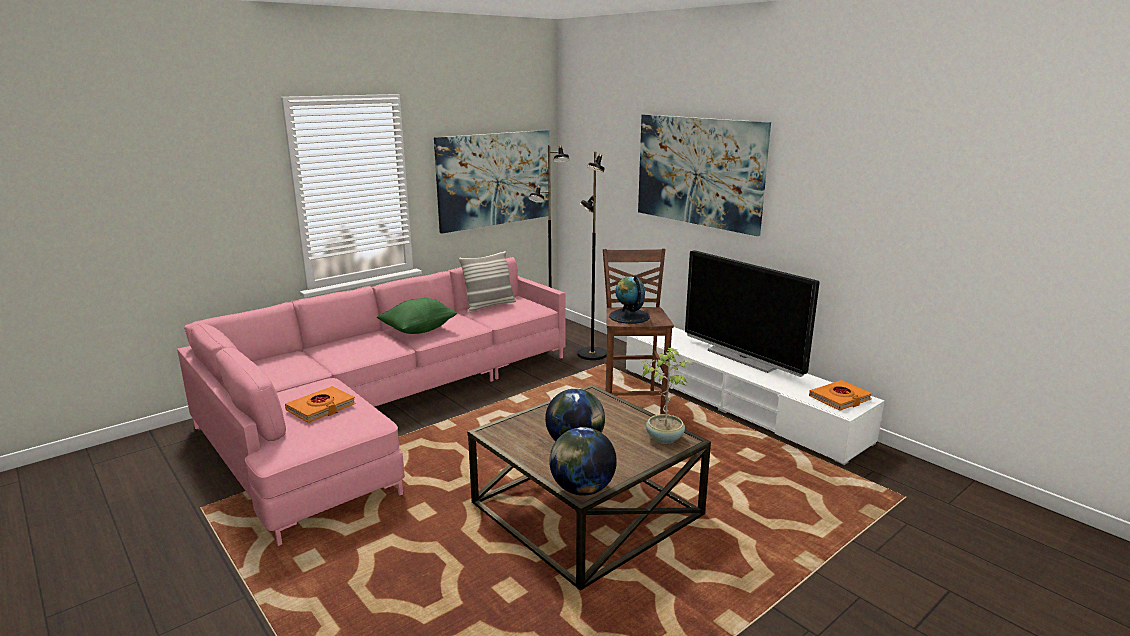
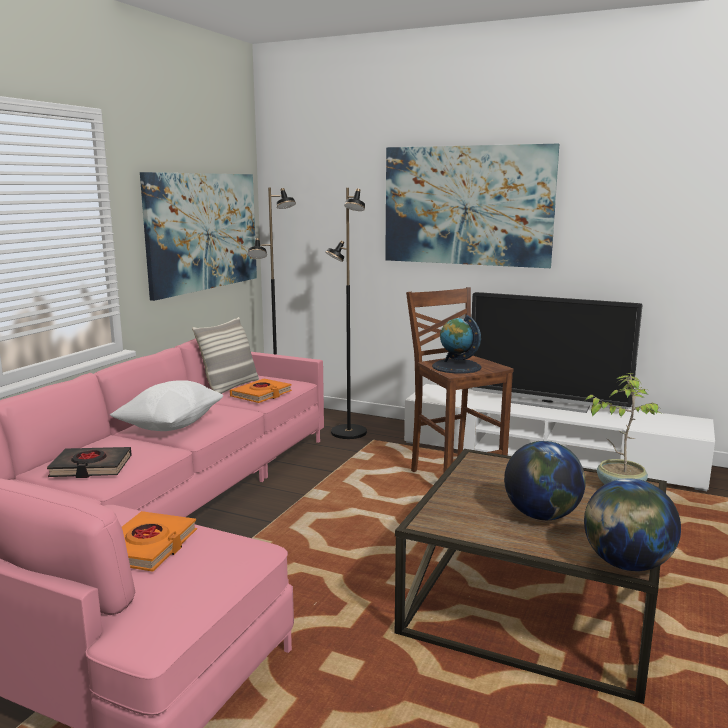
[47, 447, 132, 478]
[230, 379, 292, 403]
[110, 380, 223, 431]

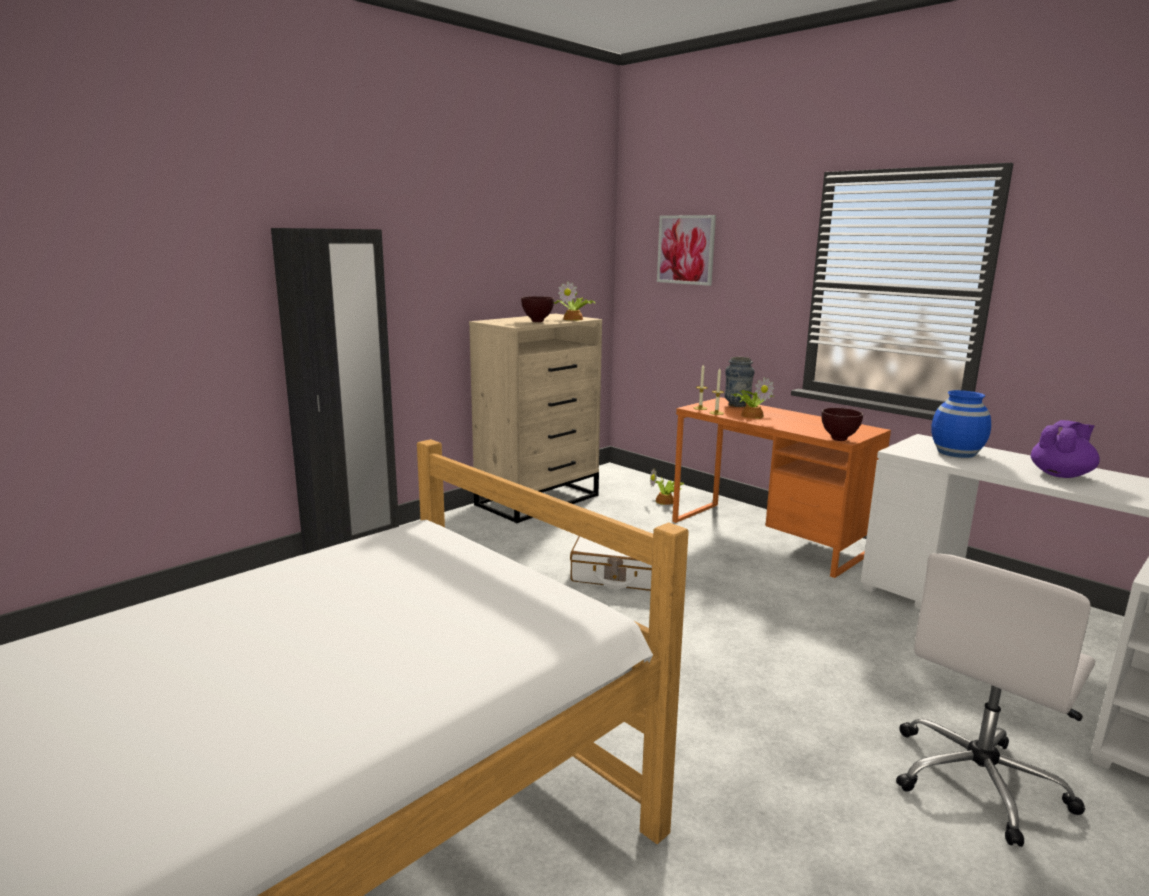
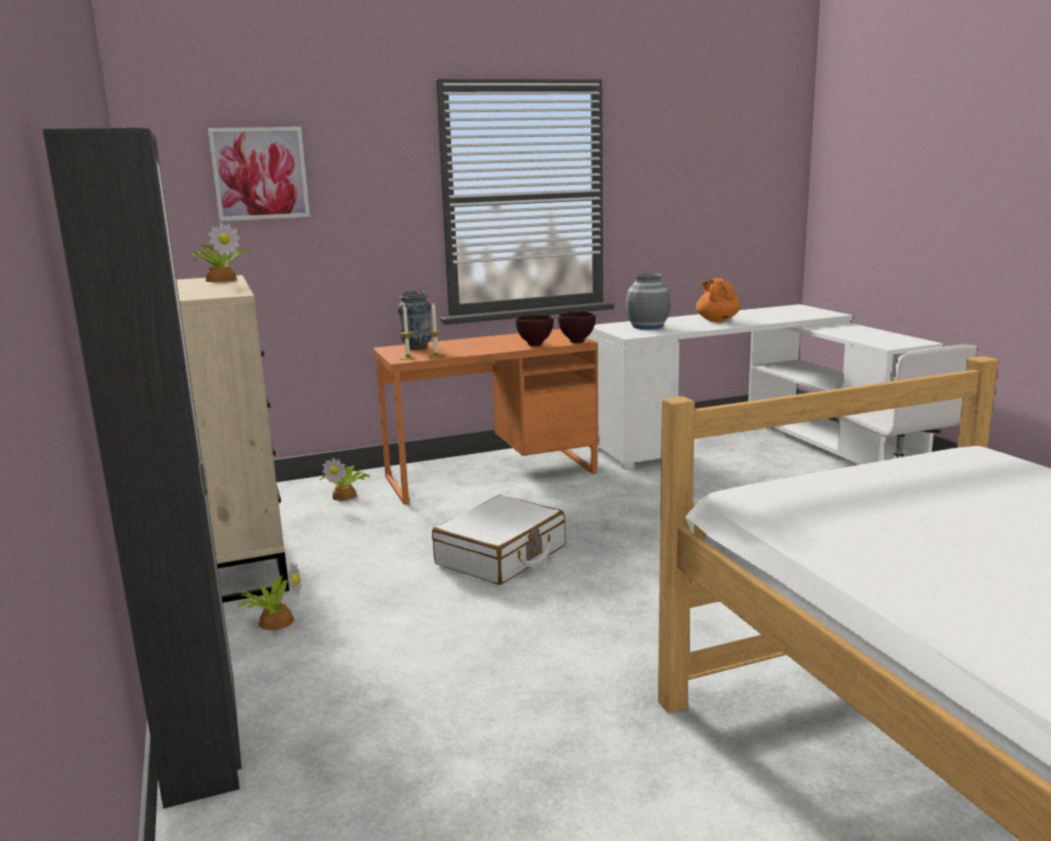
[515, 314, 554, 346]
[239, 563, 301, 630]
[625, 273, 671, 330]
[696, 278, 741, 322]

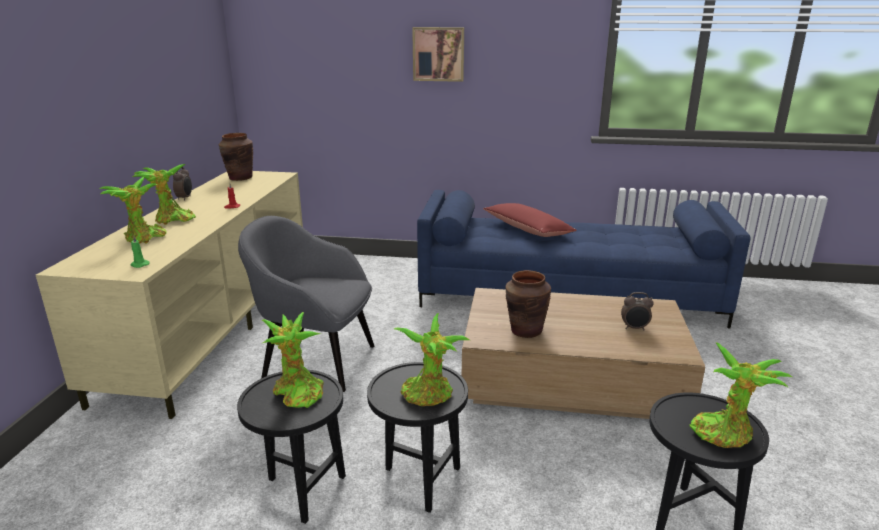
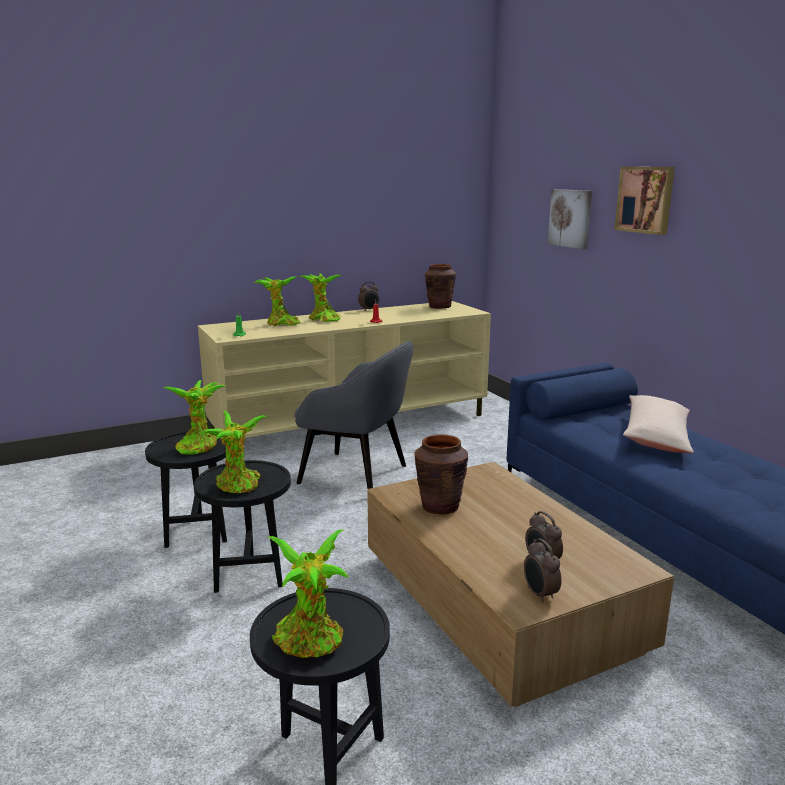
[524, 538, 561, 603]
[548, 189, 592, 249]
[623, 395, 694, 453]
[294, 341, 413, 489]

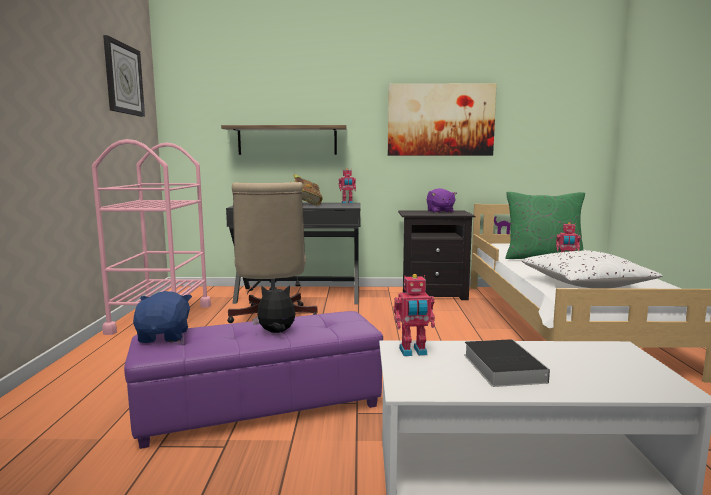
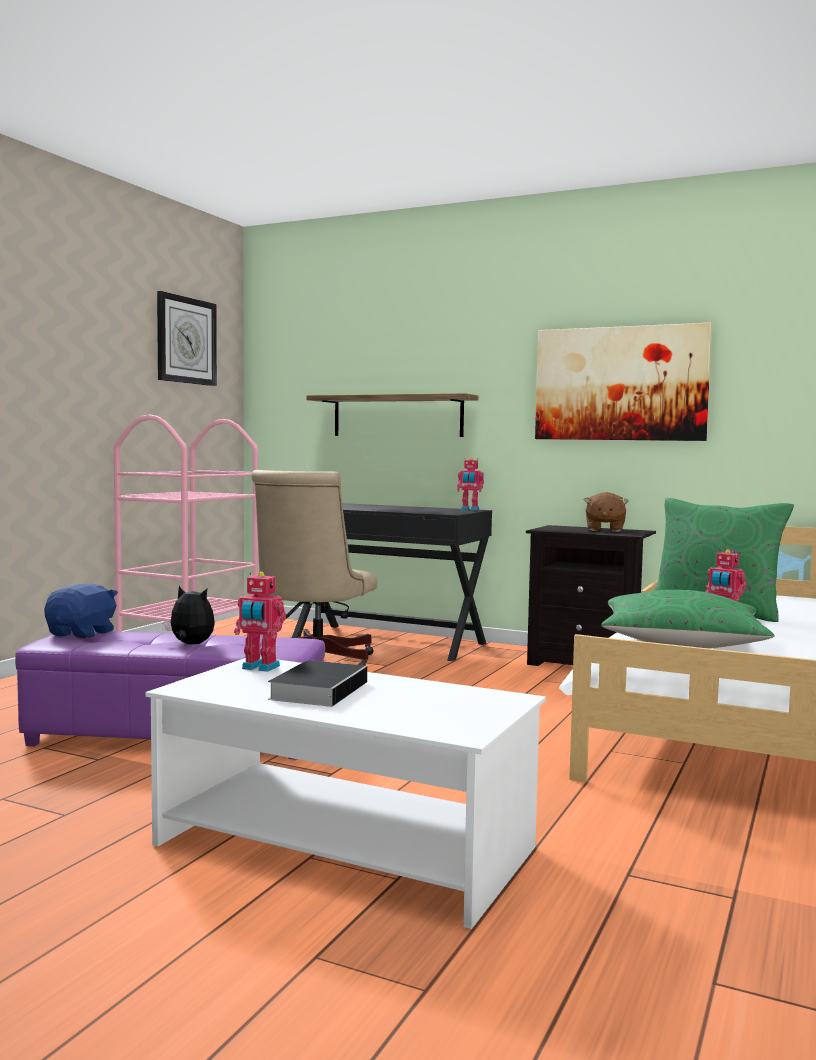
[294, 174, 322, 205] (first image)
[584, 492, 628, 532]
[601, 590, 775, 648]

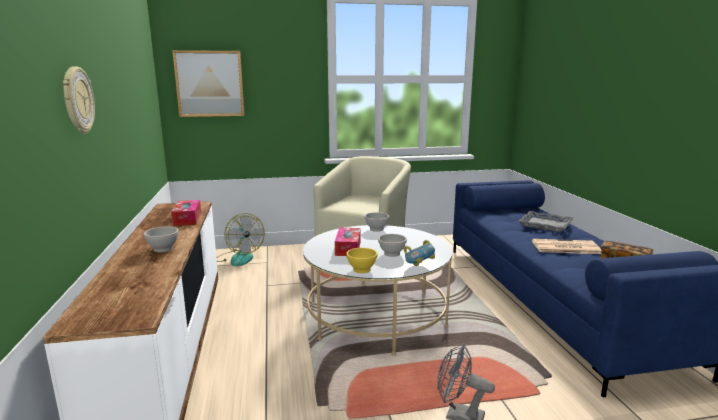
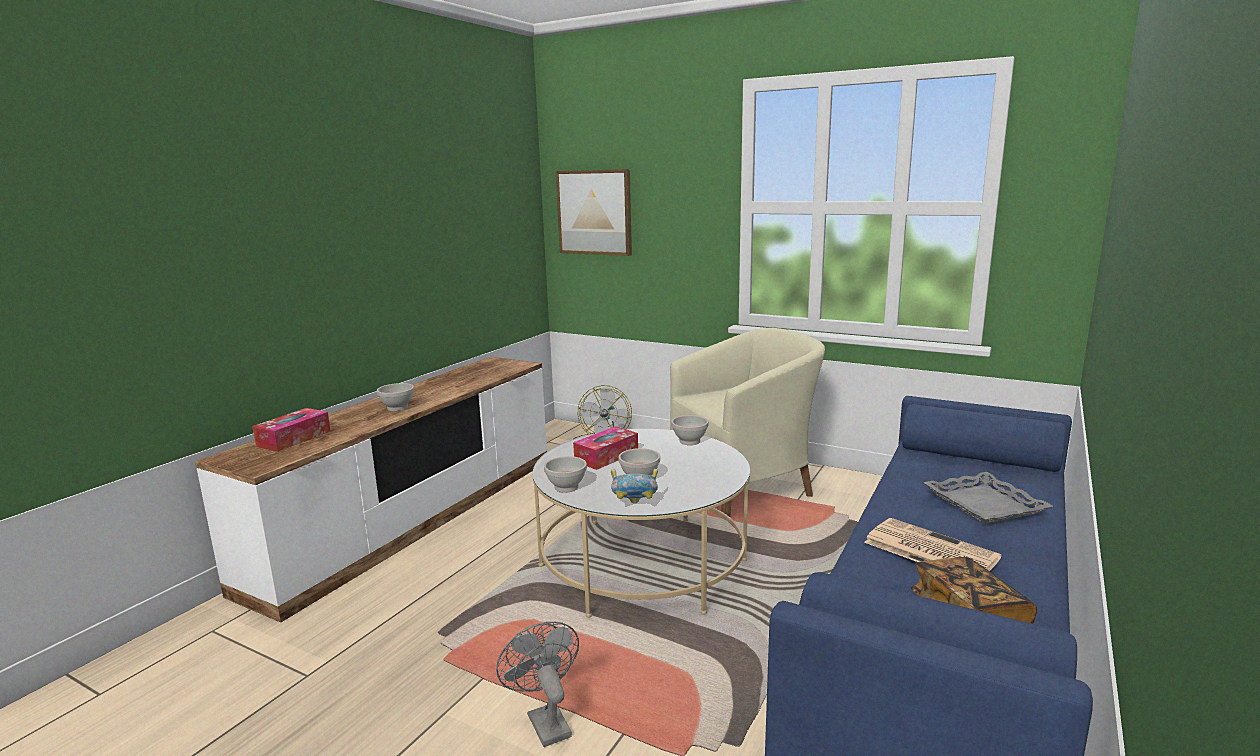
[63, 66, 95, 134] (first image)
[252, 408, 331, 452]
[544, 456, 587, 493]

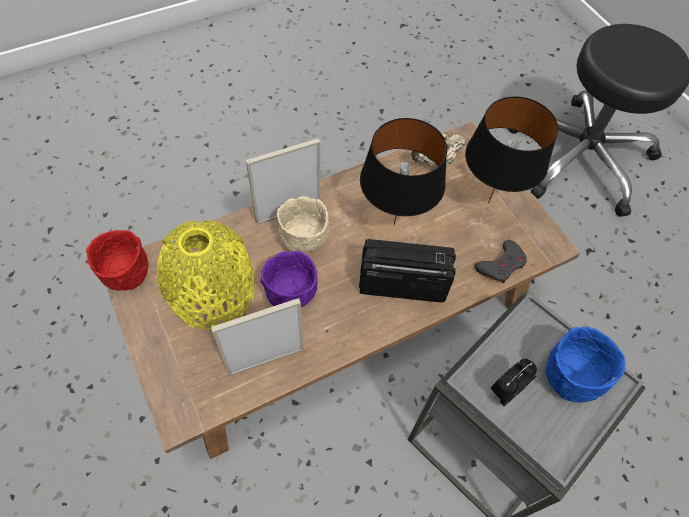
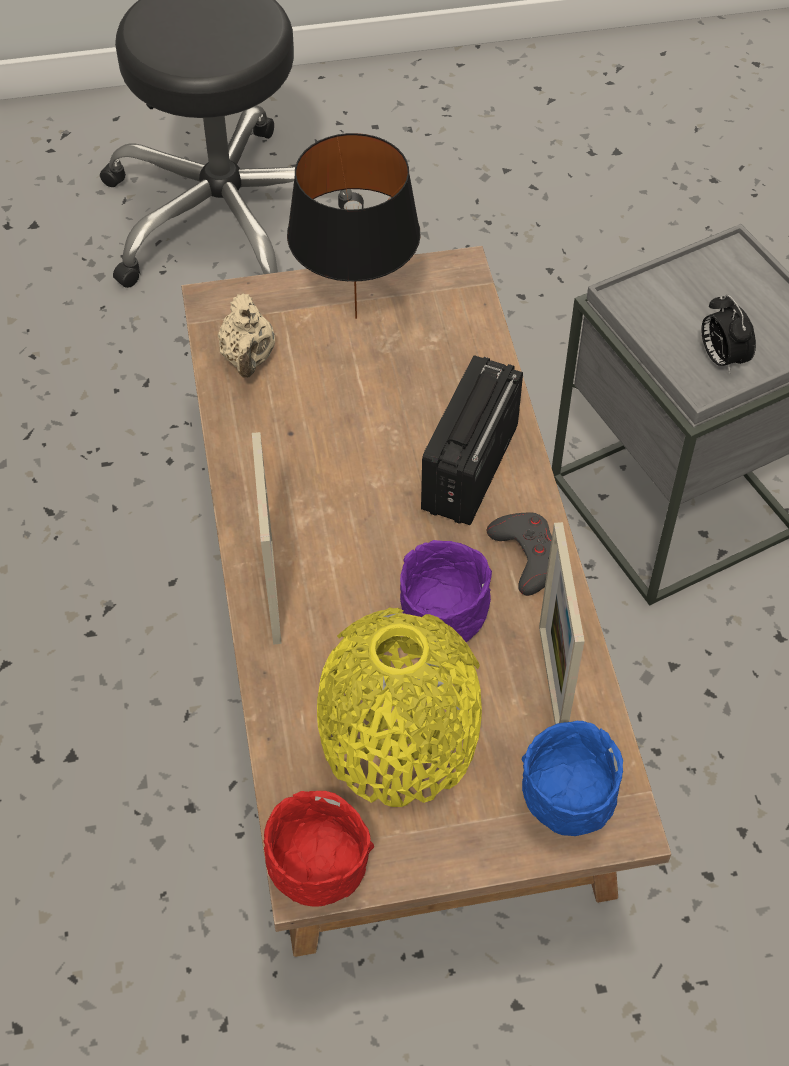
[276, 196, 329, 253] (first image)
[360, 118, 447, 225] (first image)
[487, 512, 552, 596]
[521, 721, 623, 836]

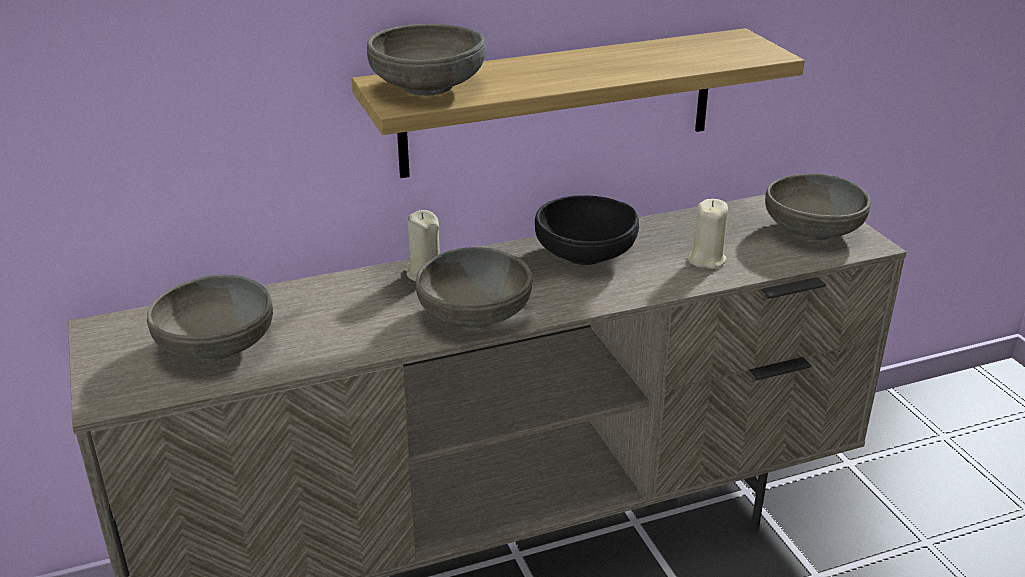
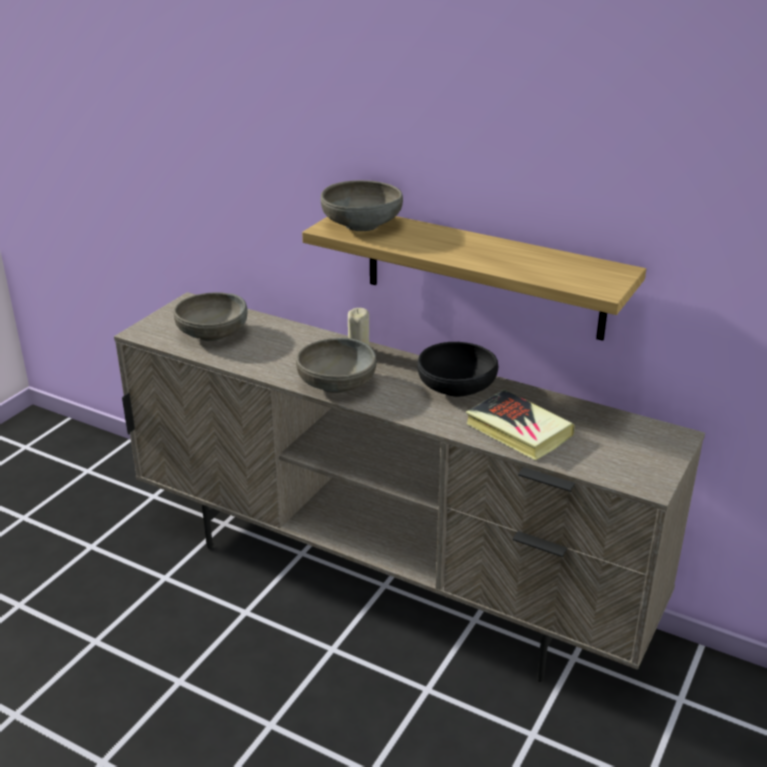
[765, 173, 871, 240] (first image)
[466, 389, 574, 461]

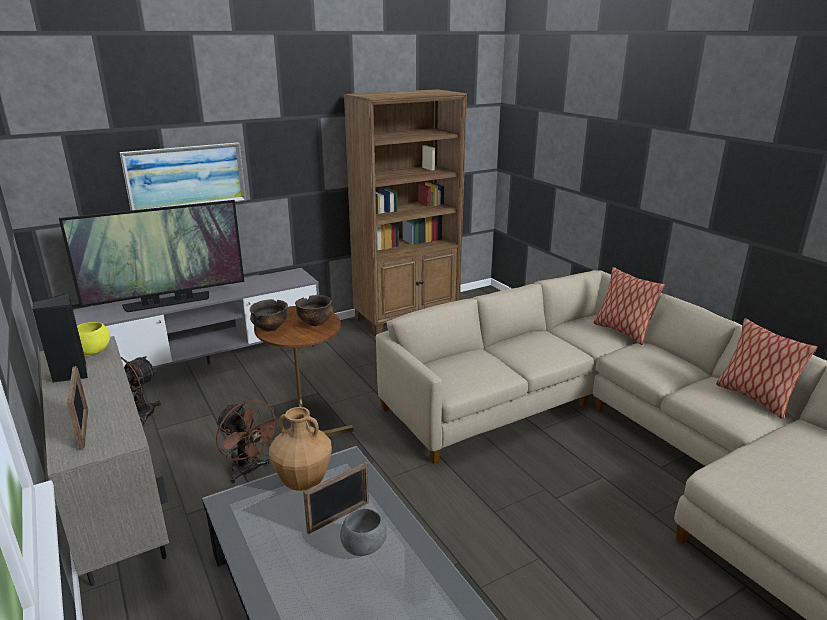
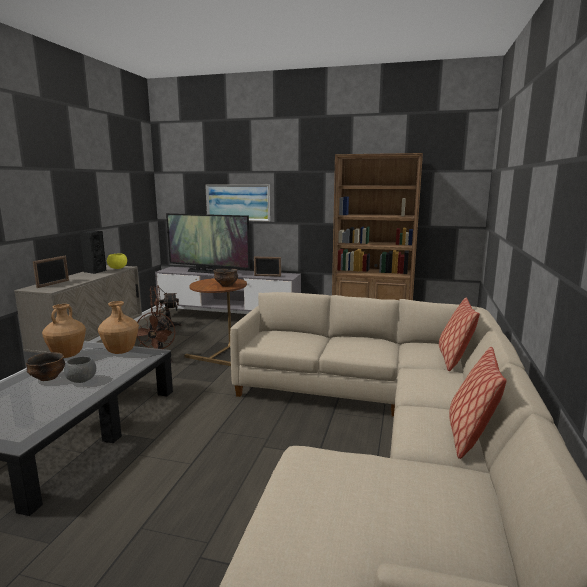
[42, 304, 86, 358]
[26, 352, 65, 381]
[254, 257, 281, 277]

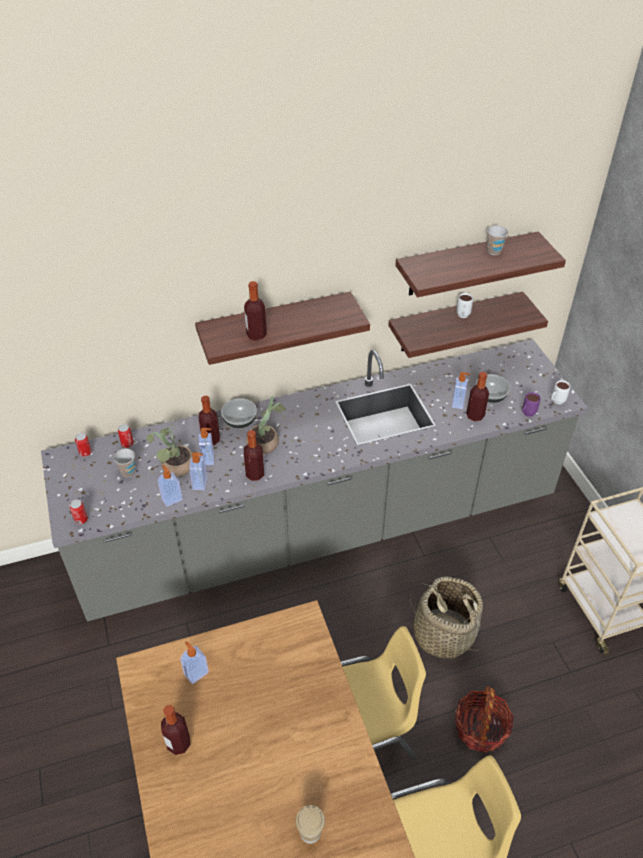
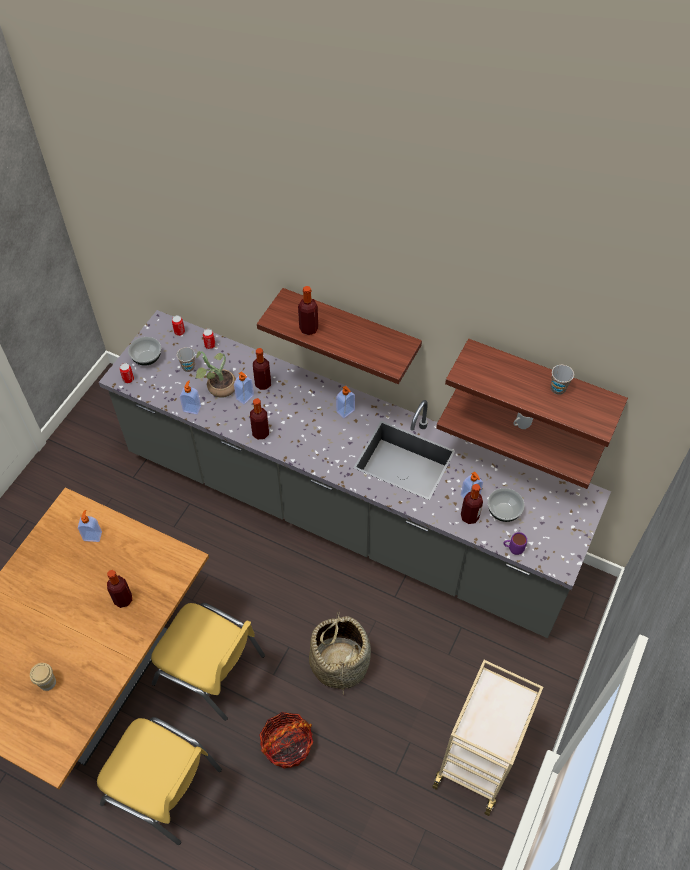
[246, 396, 286, 455] (first image)
[551, 380, 570, 404] (first image)
[107, 570, 132, 608]
[336, 385, 355, 418]
[128, 337, 161, 366]

